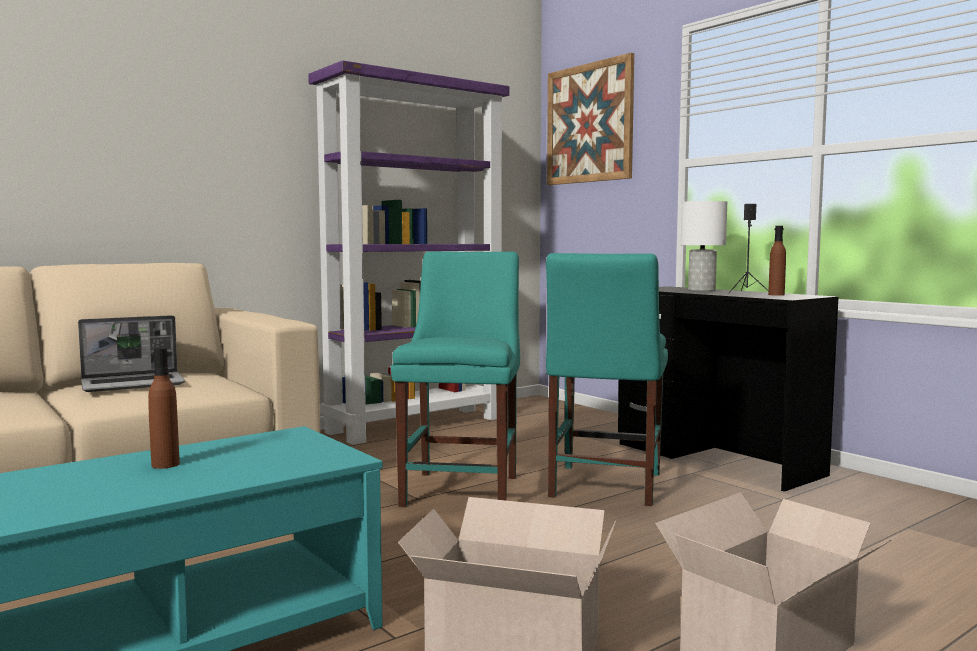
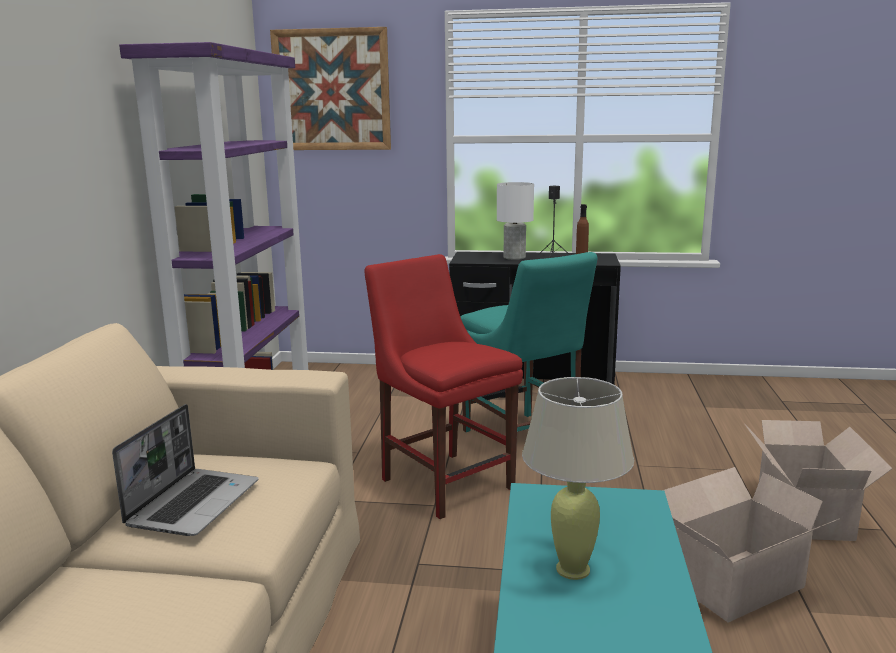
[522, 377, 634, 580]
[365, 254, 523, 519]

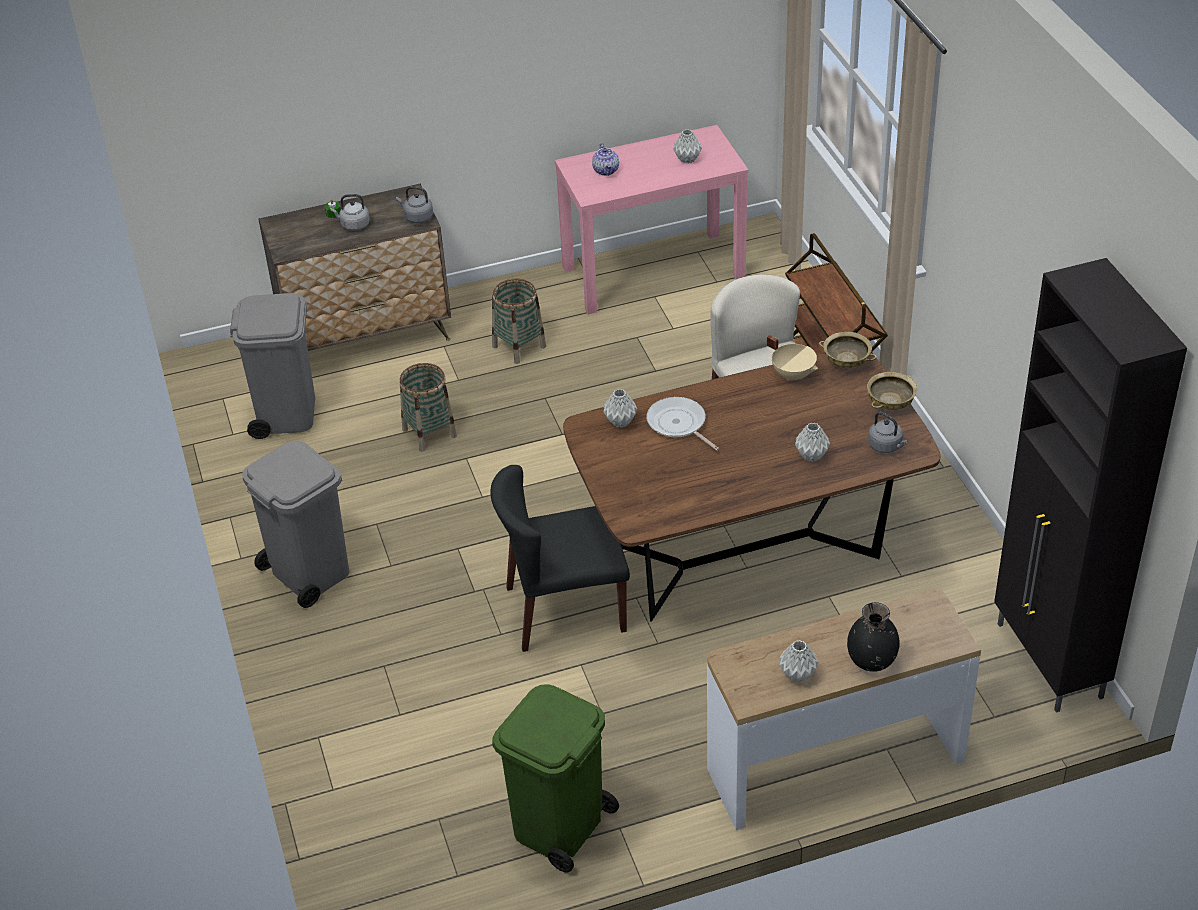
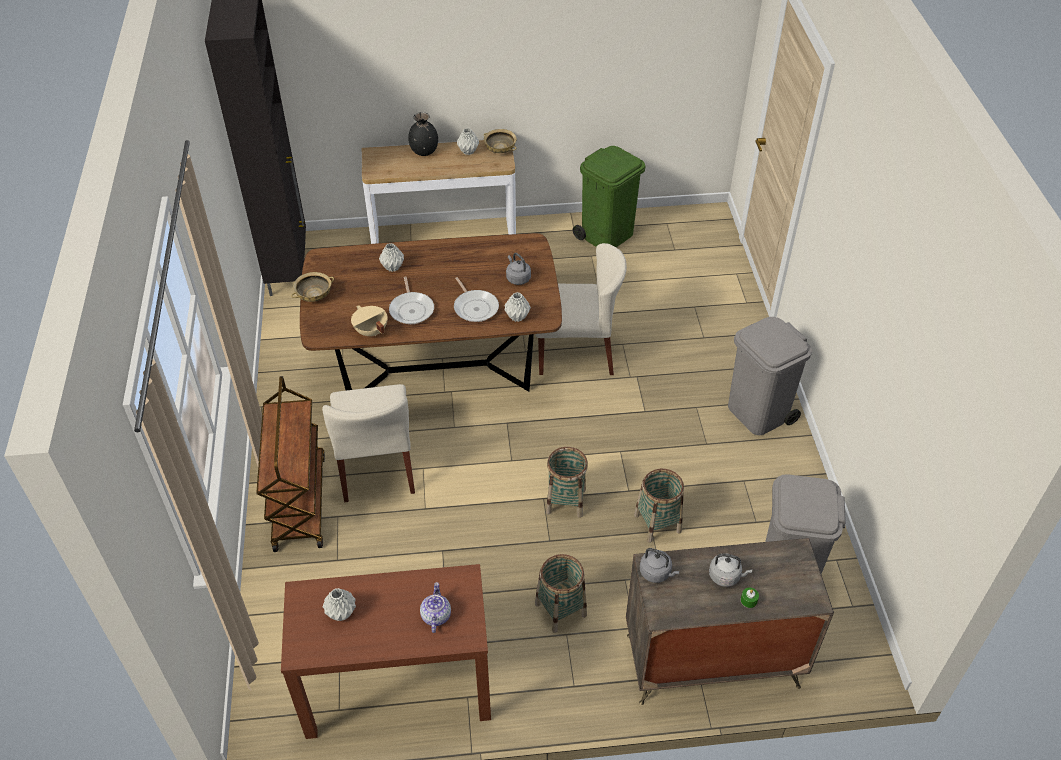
[389, 276, 434, 324]
[546, 447, 588, 518]
[484, 129, 517, 153]
[506, 253, 531, 285]
[536, 243, 627, 375]
[281, 564, 491, 739]

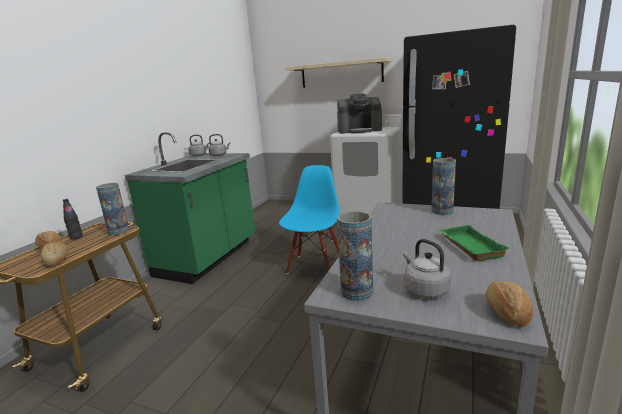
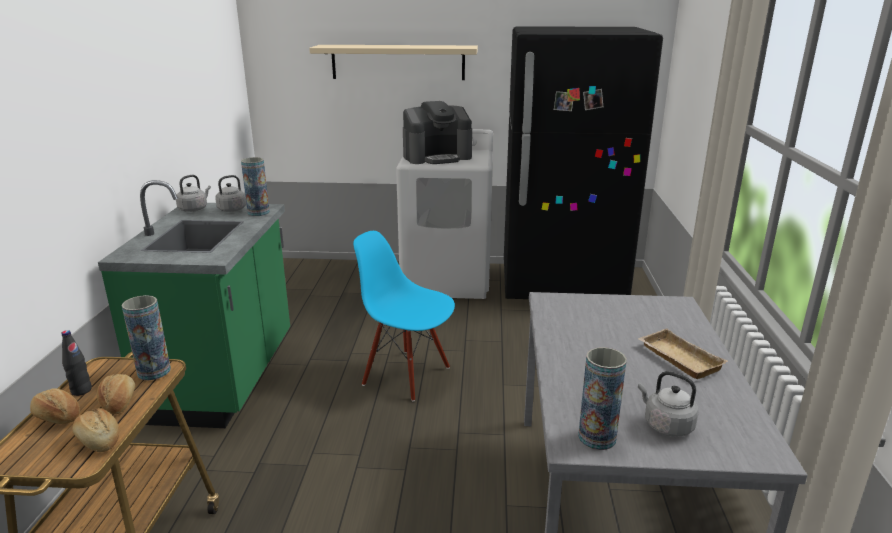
[241, 157, 270, 216]
[97, 374, 135, 414]
[638, 328, 728, 379]
[353, 231, 455, 401]

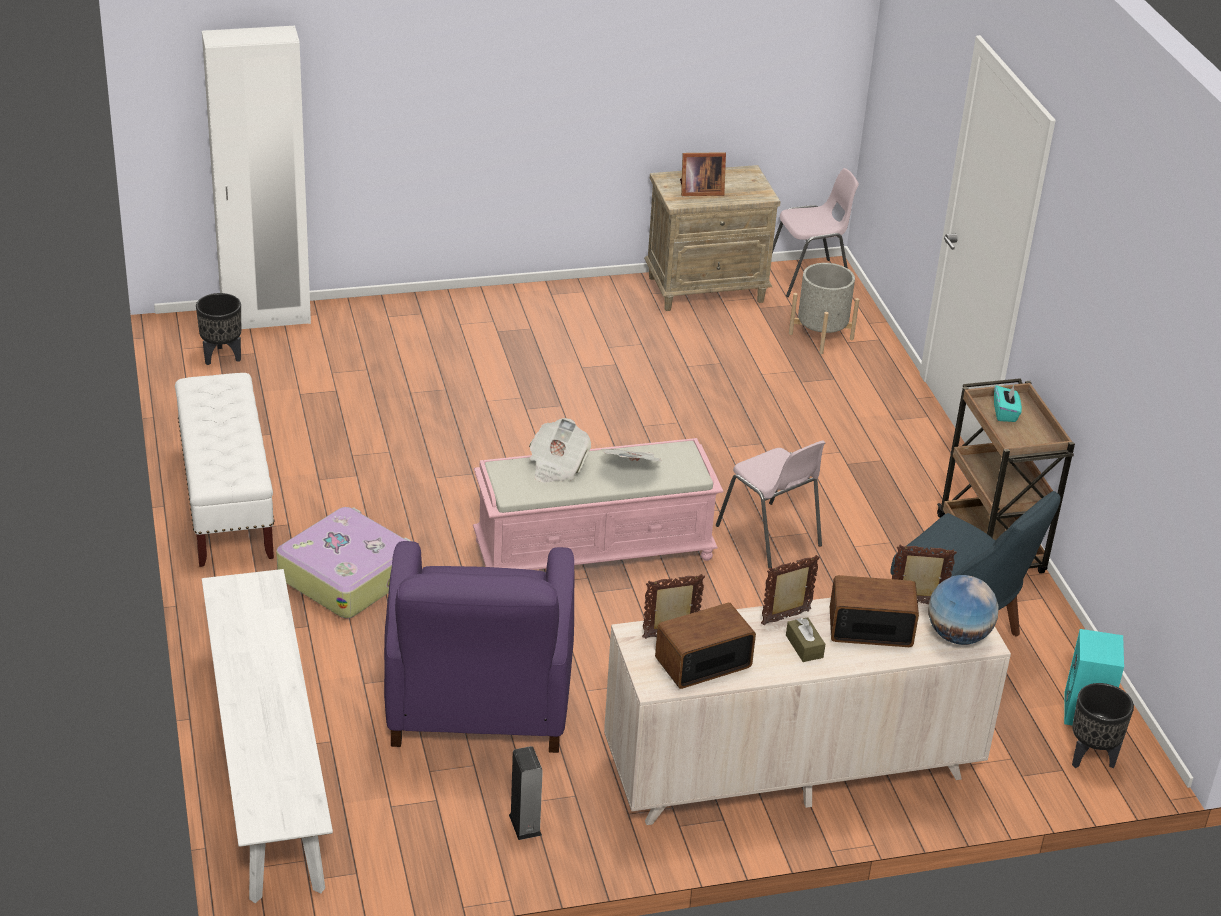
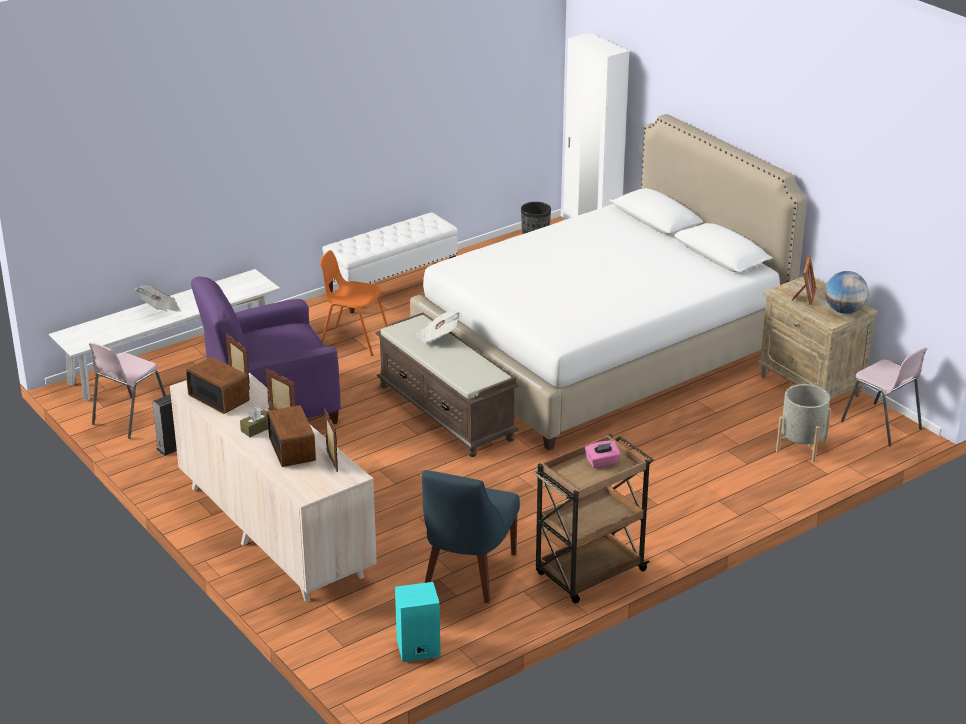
[1072, 683, 1134, 768] (first image)
[410, 114, 807, 451]
[135, 285, 181, 312]
[89, 342, 166, 439]
[825, 271, 868, 314]
[320, 250, 388, 356]
[375, 313, 519, 457]
[585, 441, 621, 468]
[792, 257, 816, 305]

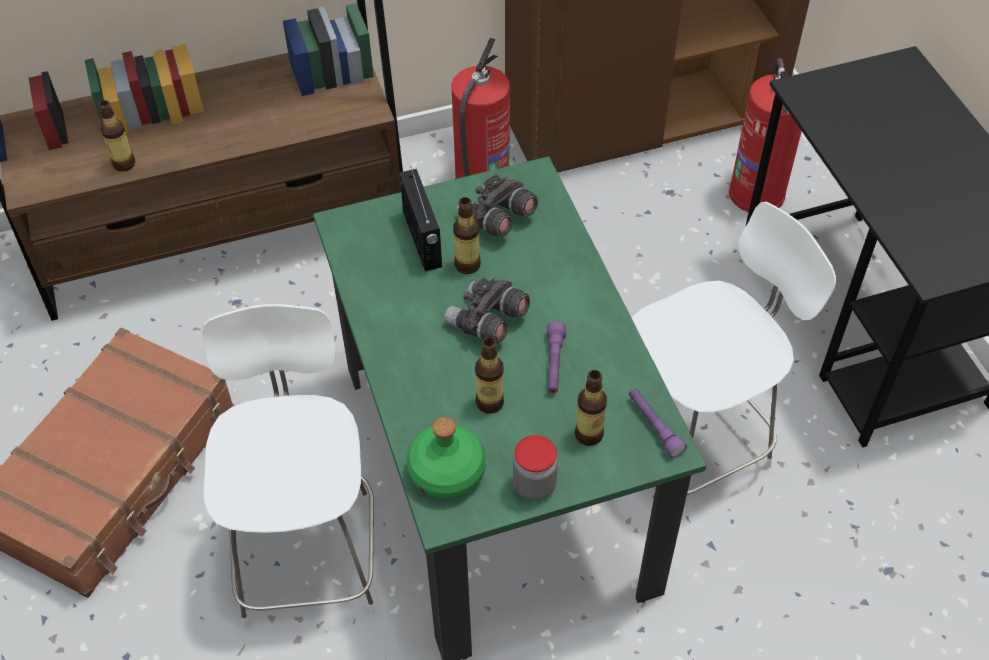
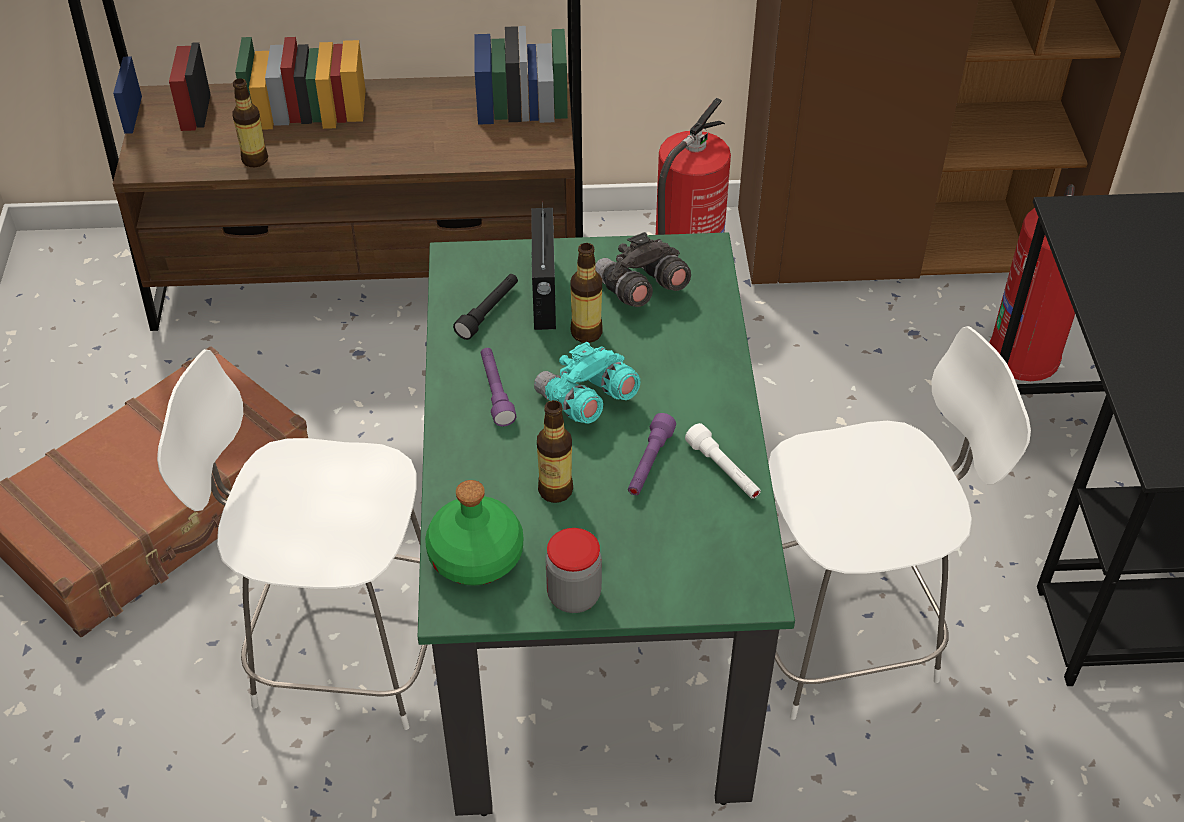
[575, 370, 607, 446] (first image)
[453, 274, 518, 340]
[685, 423, 761, 499]
[481, 348, 516, 426]
[534, 341, 641, 424]
[157, 349, 428, 730]

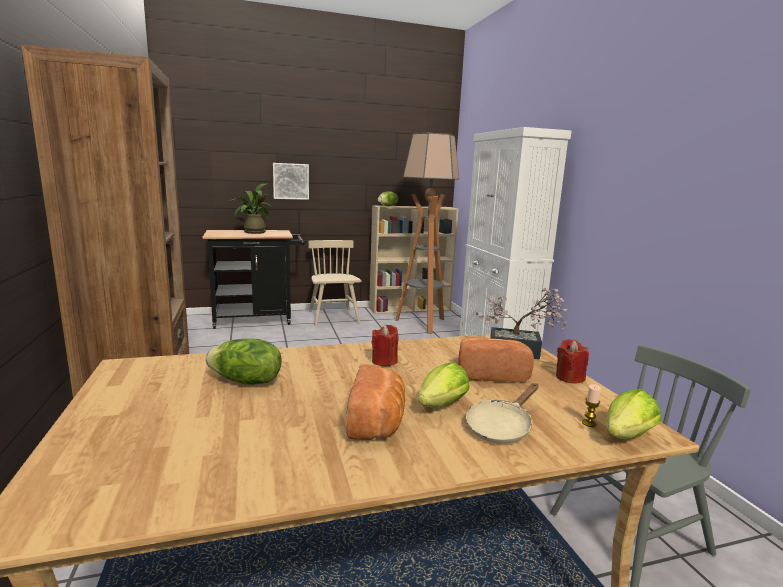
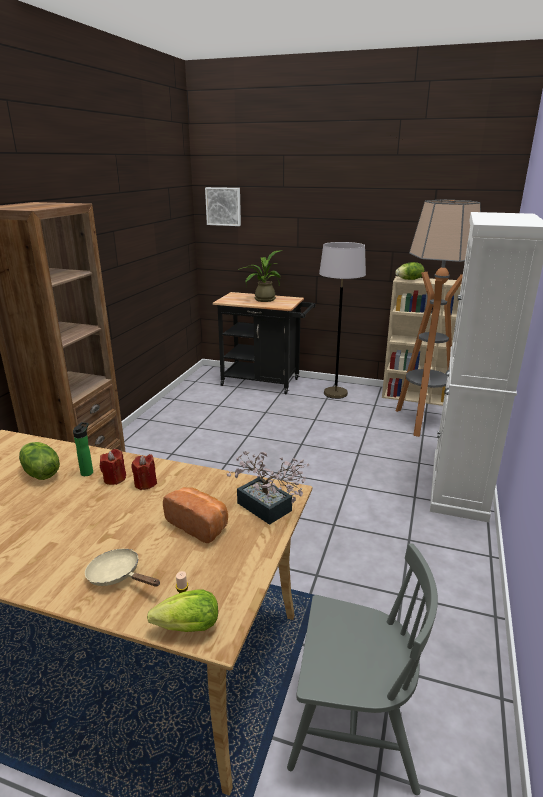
[346, 364, 405, 440] (first image)
[418, 362, 470, 408] (first image)
[73, 422, 93, 476]
[205, 187, 241, 226]
[100, 449, 126, 485]
[319, 242, 366, 399]
[85, 549, 160, 587]

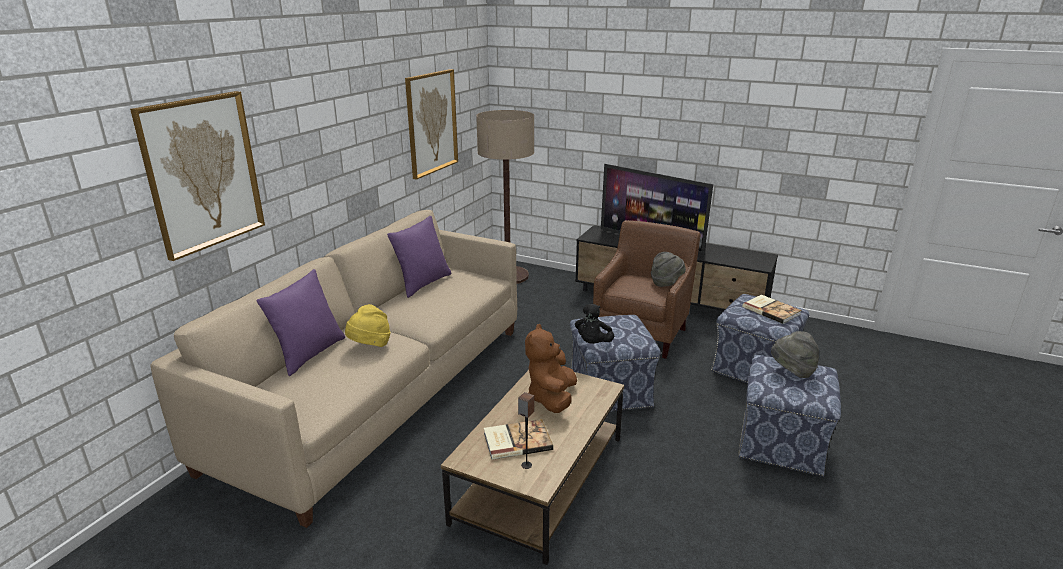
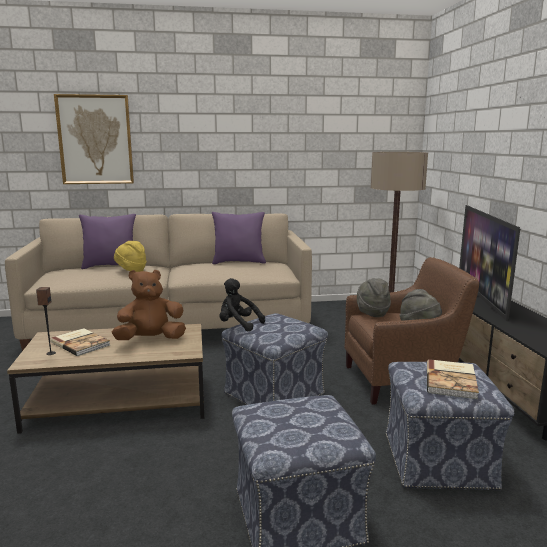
[405, 69, 458, 179] (first image)
[357, 278, 391, 317]
[219, 278, 265, 331]

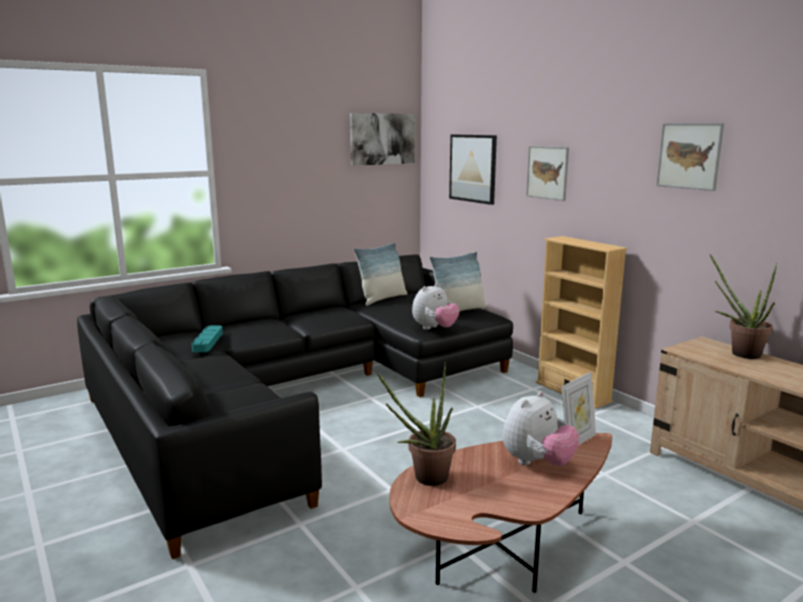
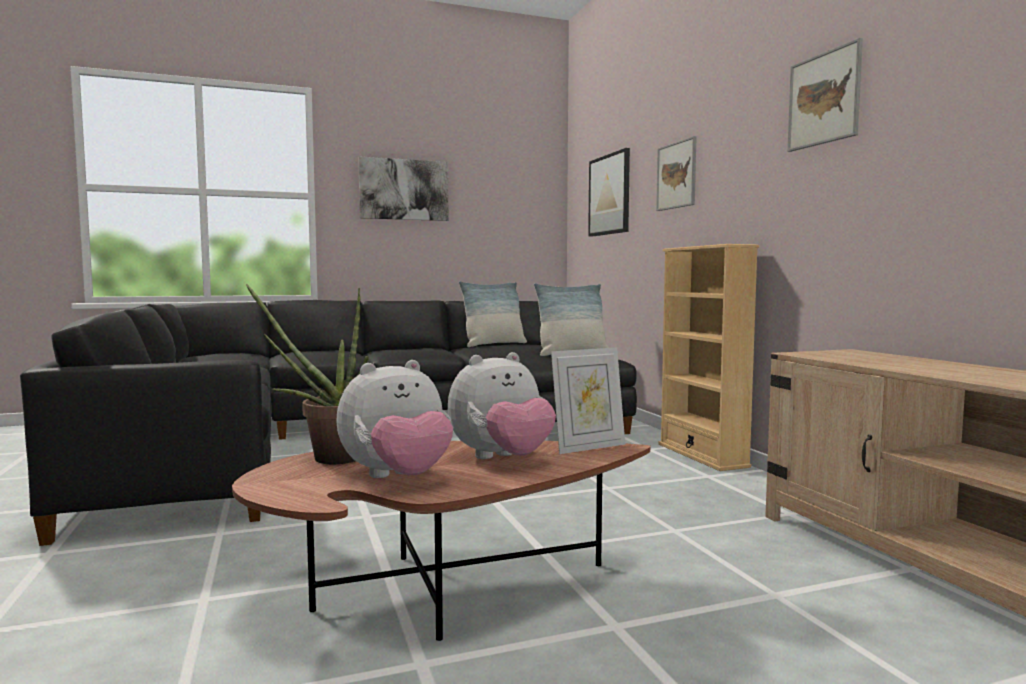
[192, 325, 223, 352] (first image)
[710, 254, 777, 359] (first image)
[358, 157, 449, 221]
[336, 360, 453, 478]

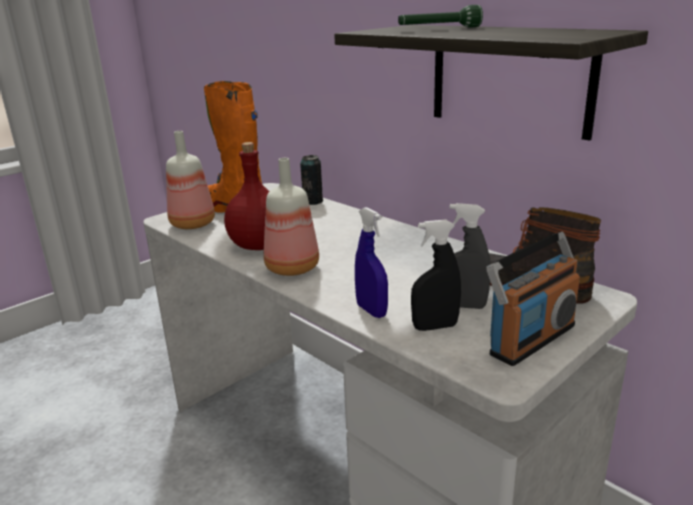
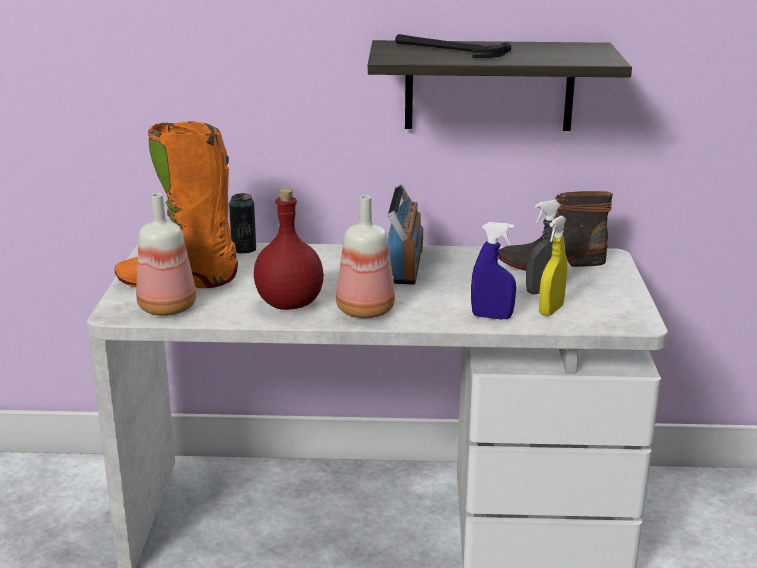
[388, 184, 423, 285]
[395, 34, 511, 58]
[539, 216, 567, 316]

